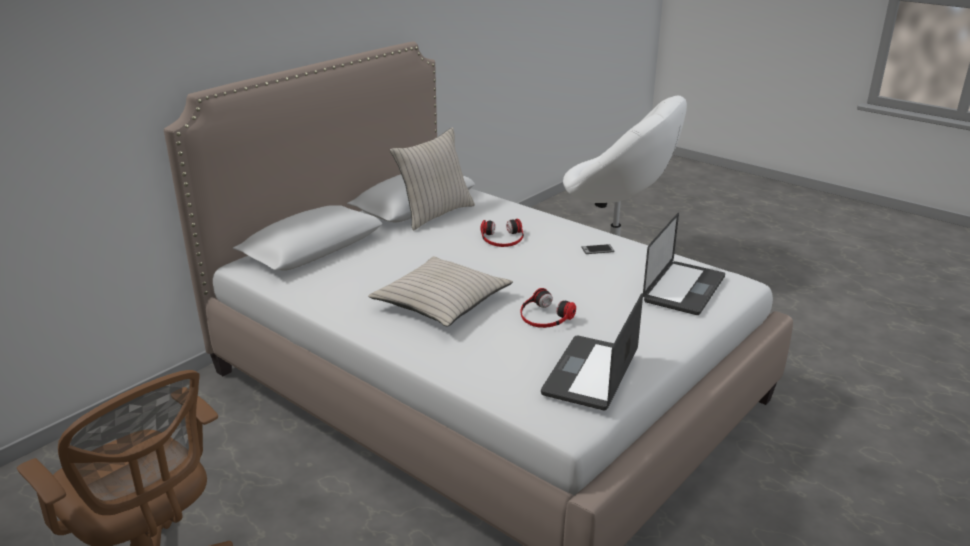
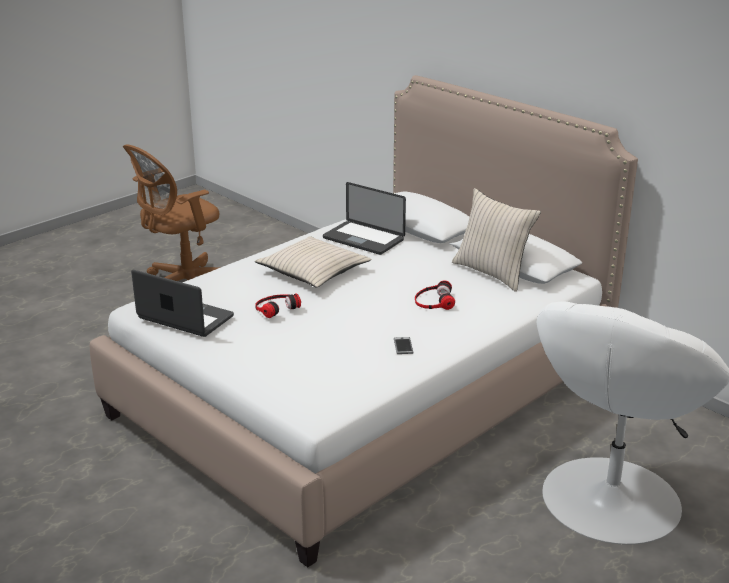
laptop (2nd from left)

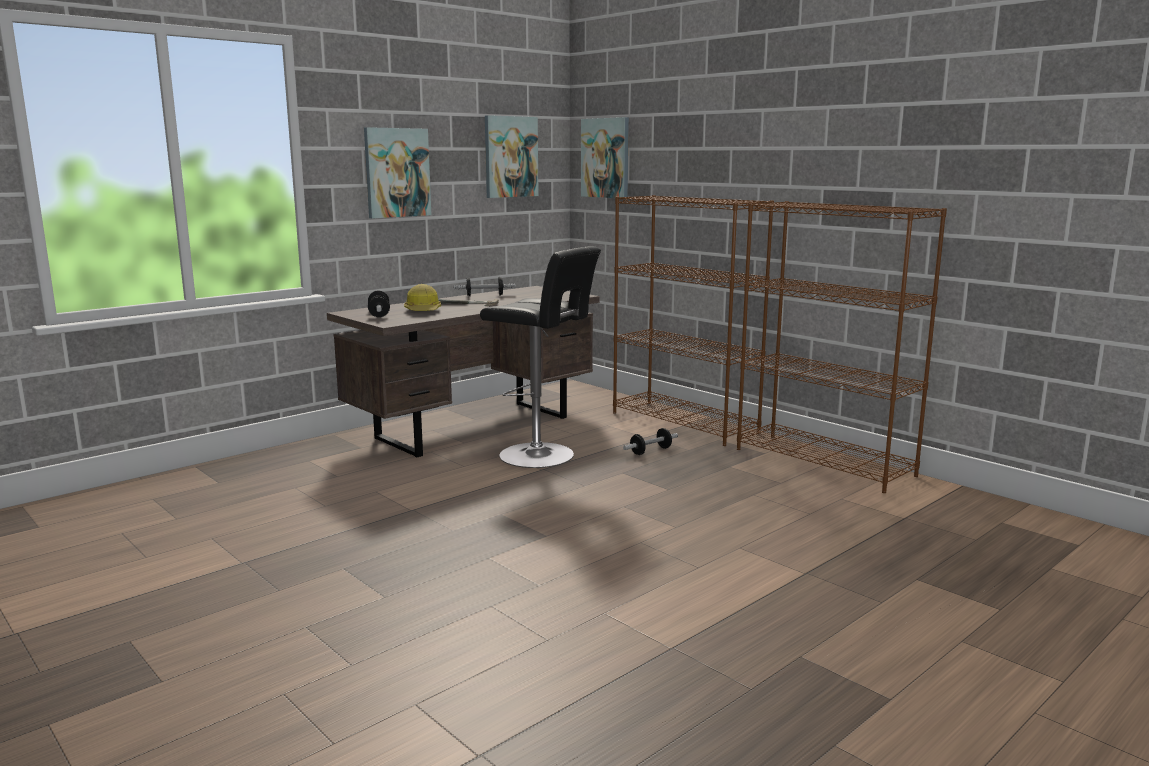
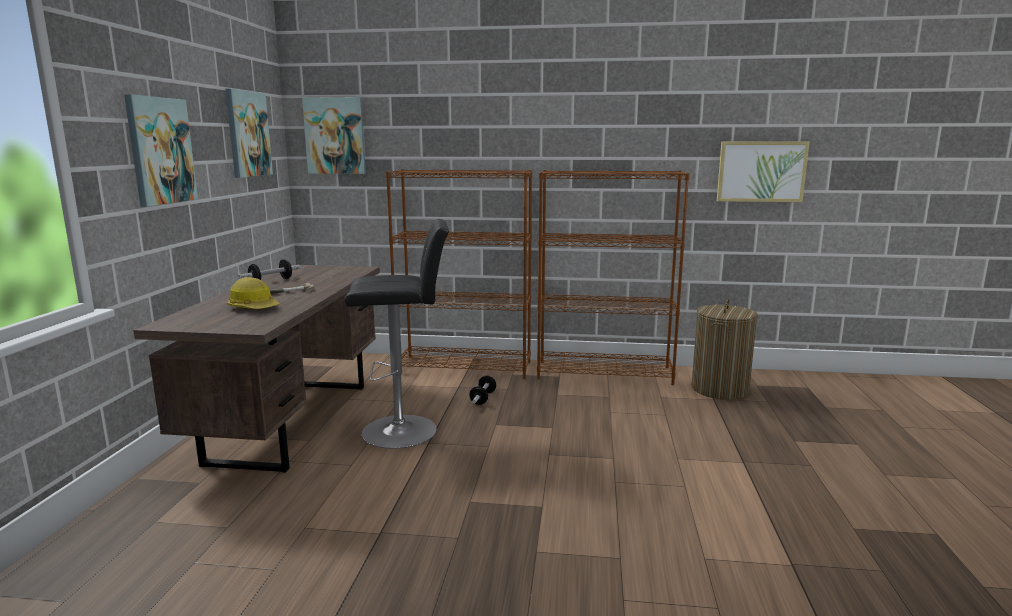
hantel (1st from left in the first image)
obraz (4th from left)
kosz na pranie

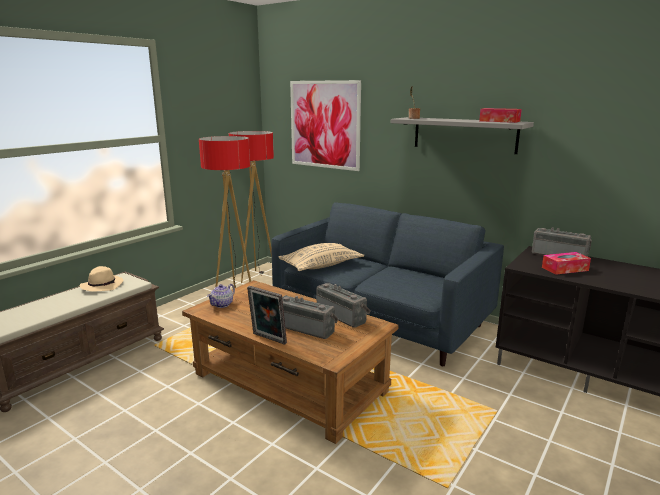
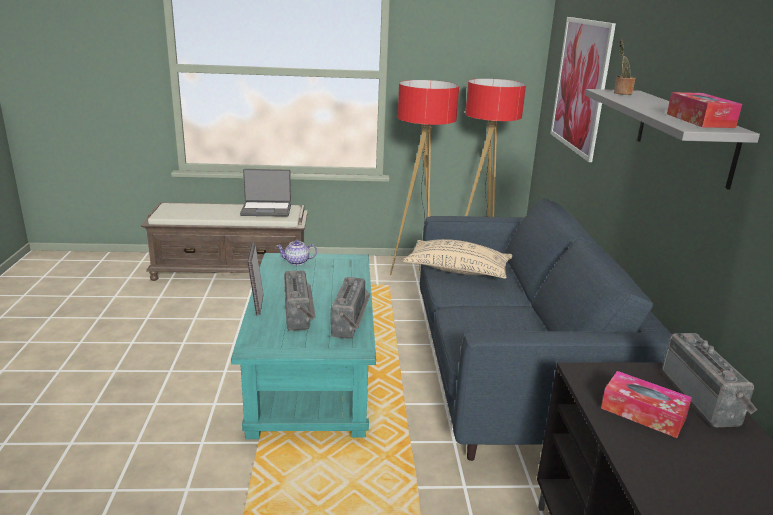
laptop
ława [turkusowy]

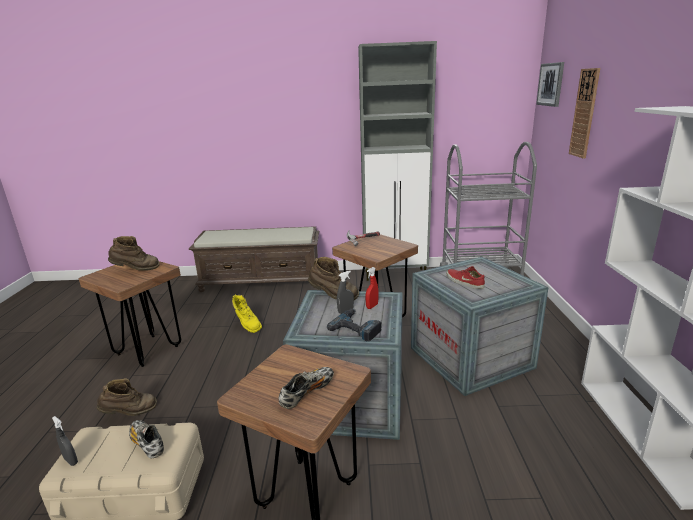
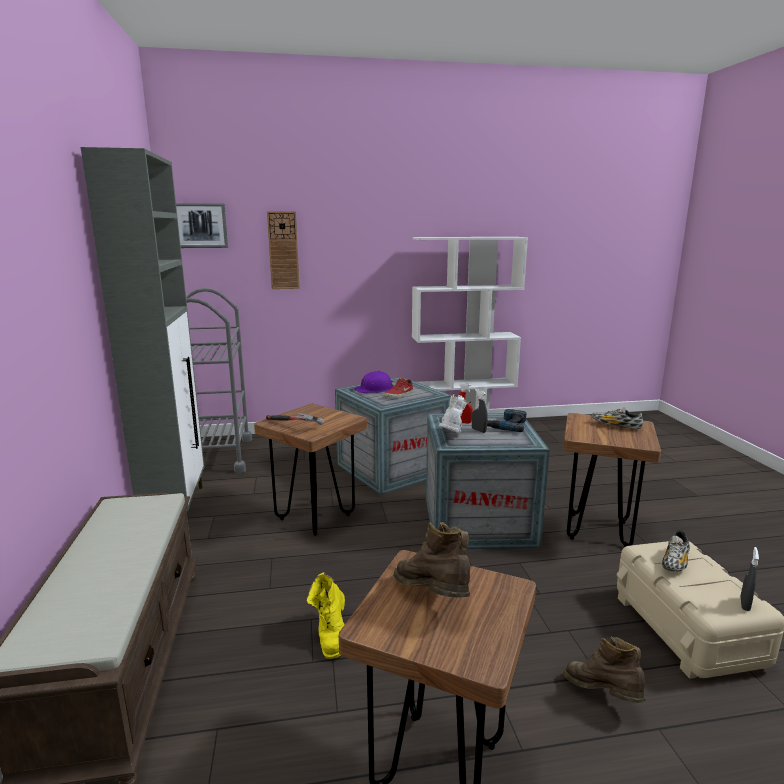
but z cholewką [biały]
but z cholewką [żółty]
kask [fioletowy]

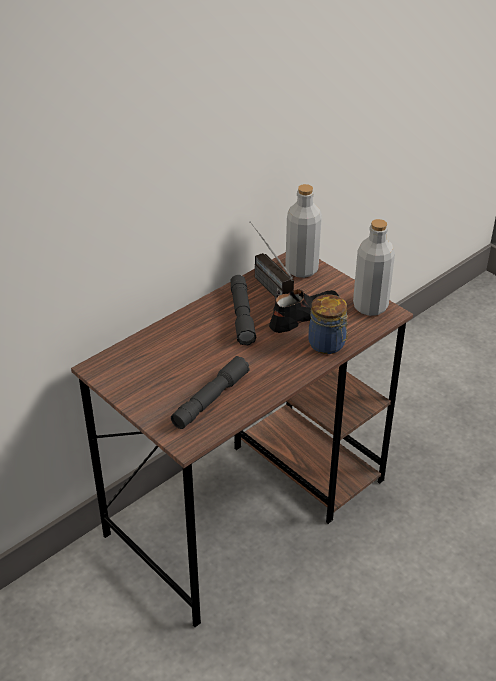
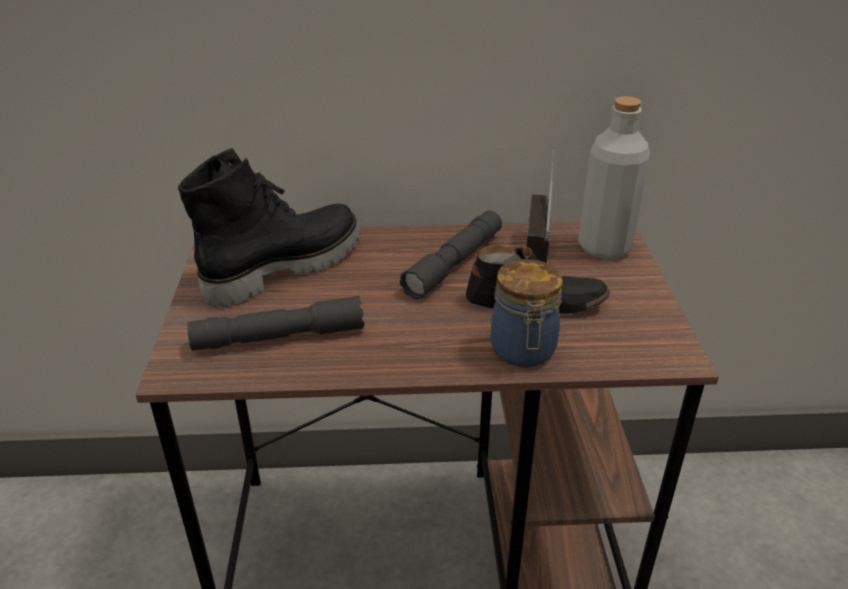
butelka [szary] (2nd from left in the first image)
but z cholewką [czarny]

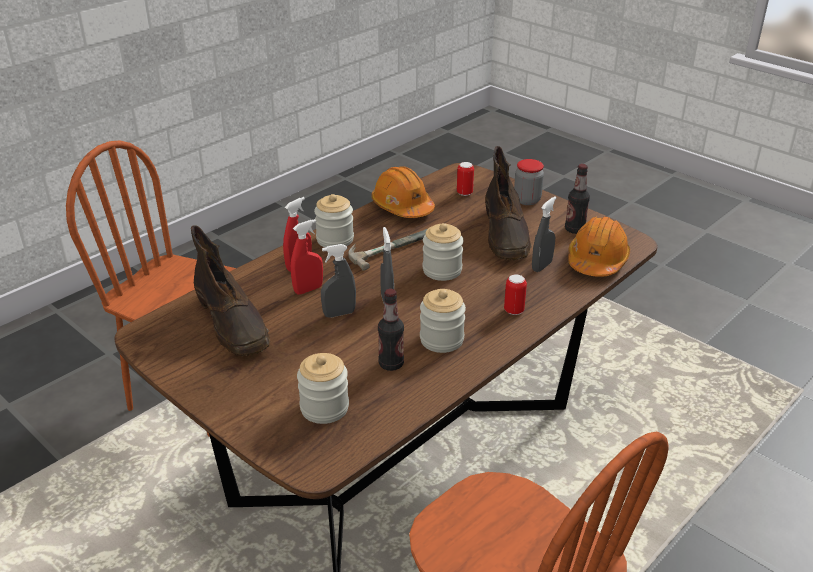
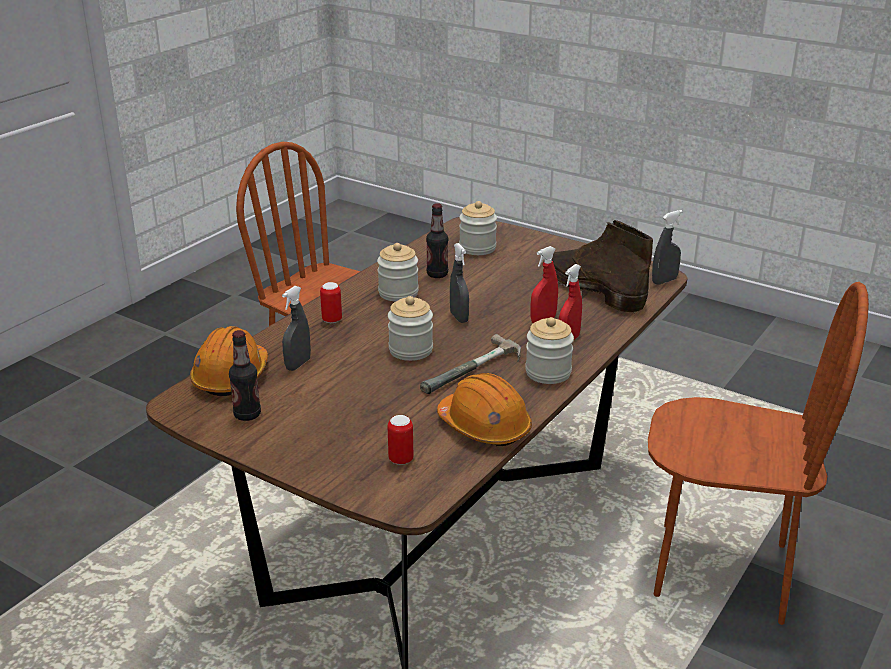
but z cholewką [brązowy] (2nd from left in the first image)
słoik (5th from left in the first image)
spryskiwacz [szary] (3rd from left)

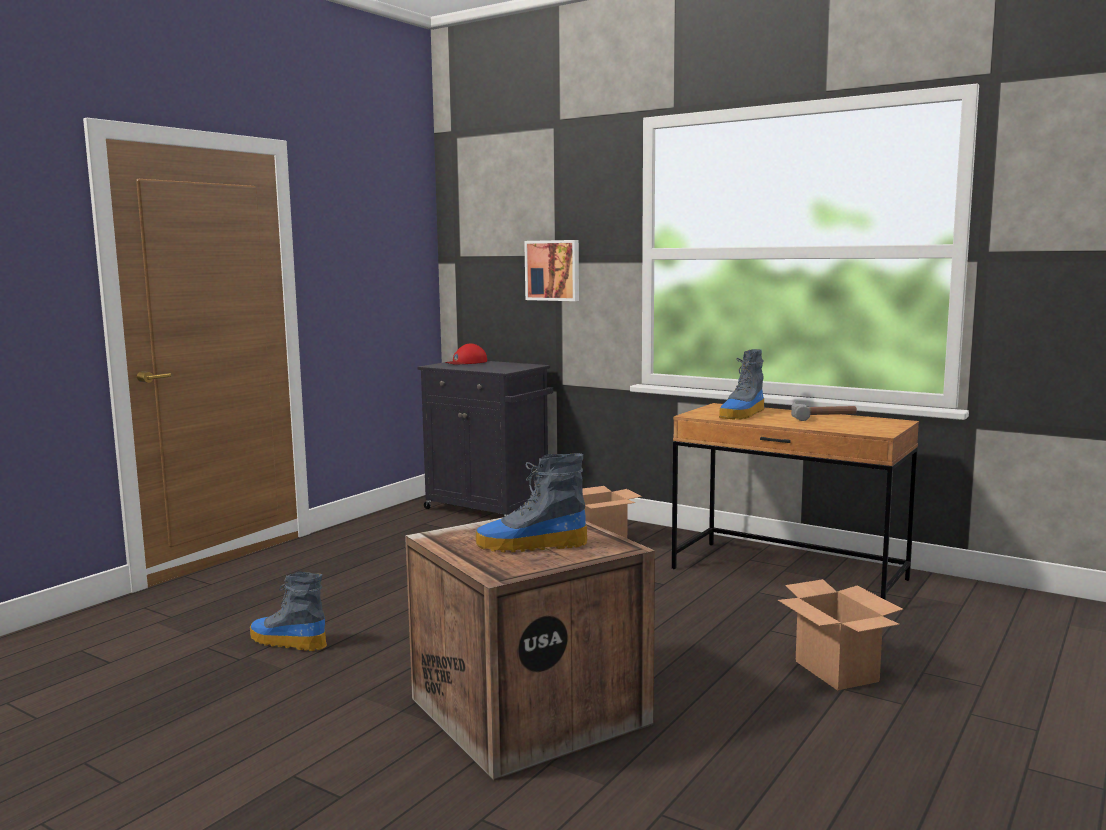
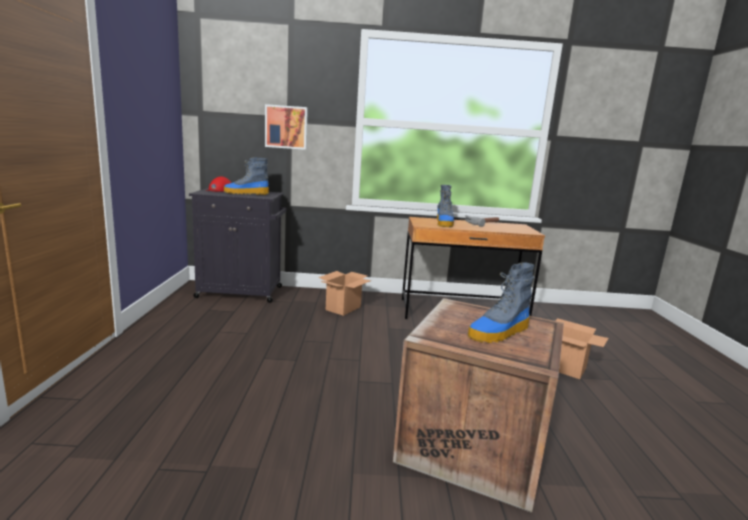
but z cholewką (1st from left)

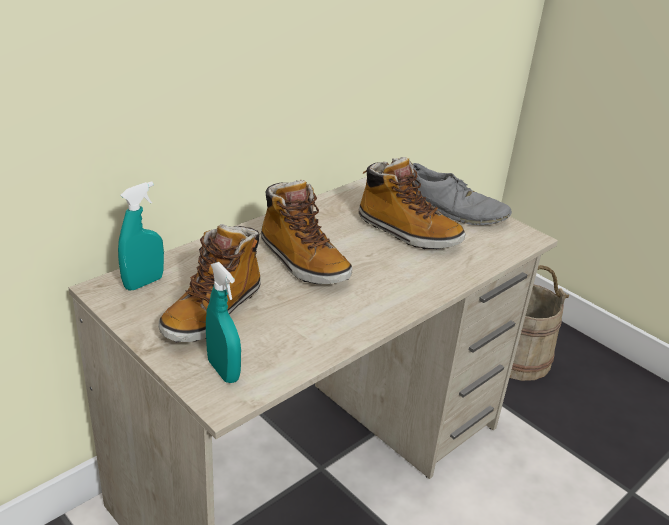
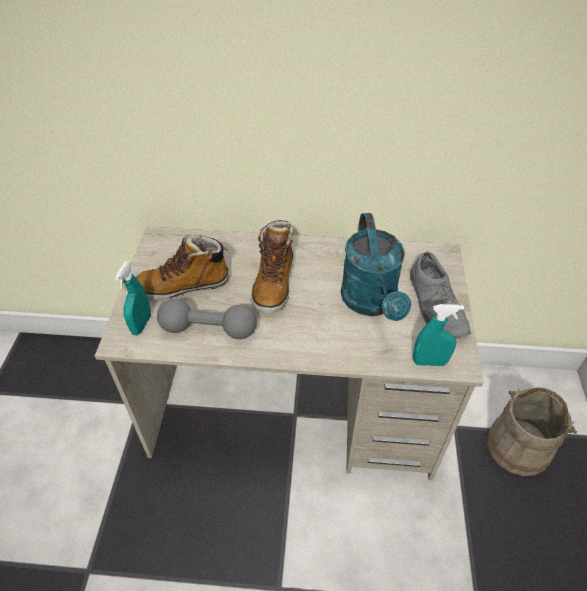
konewka [turkusowy]
spryskiwacz [turkusowy] (2nd from left)
hantel [szary]

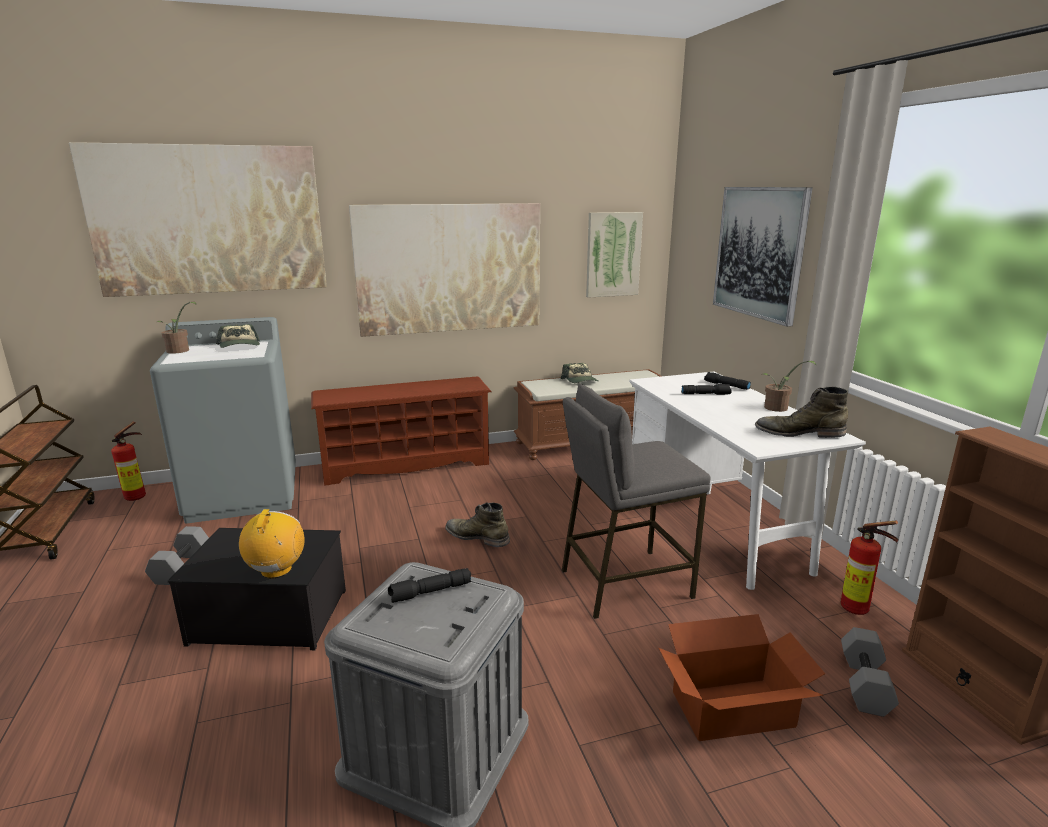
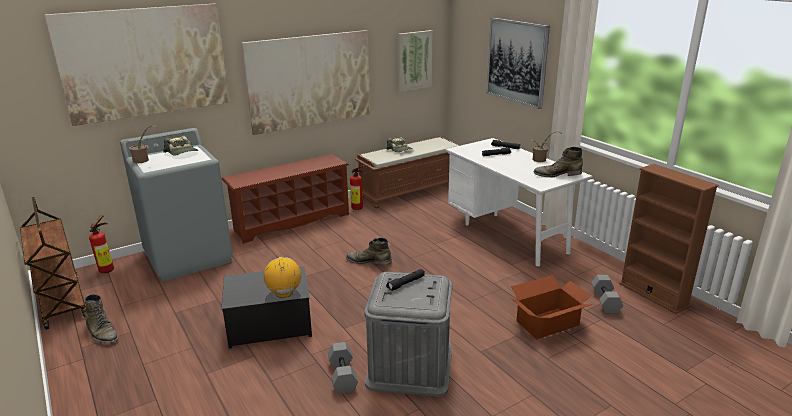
stołek [szary]
gaśnica (2nd from left)
hantel [szary] (1st from left)
but z cholewką [zielony] (1st from left)

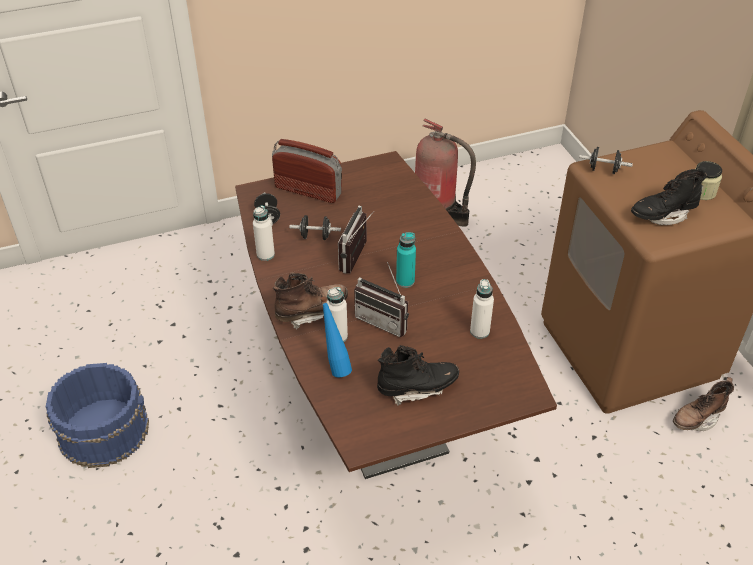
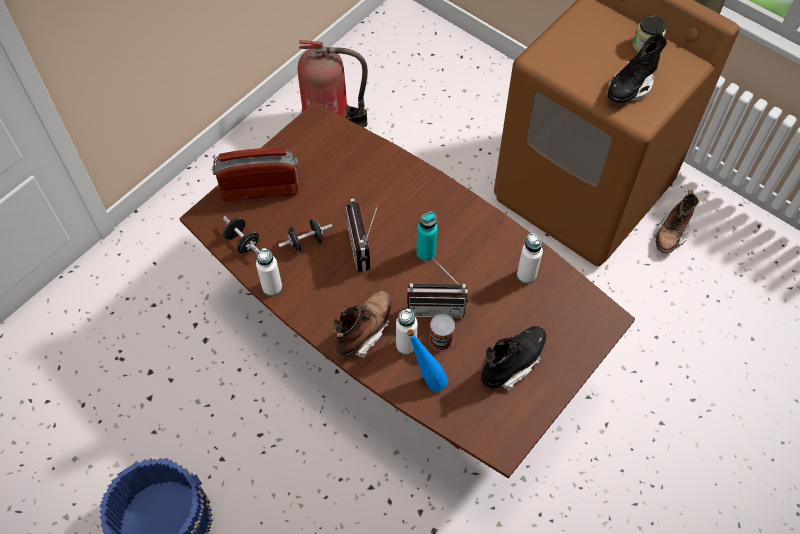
hantel [czarny] (3rd from left in the first image)
puszka

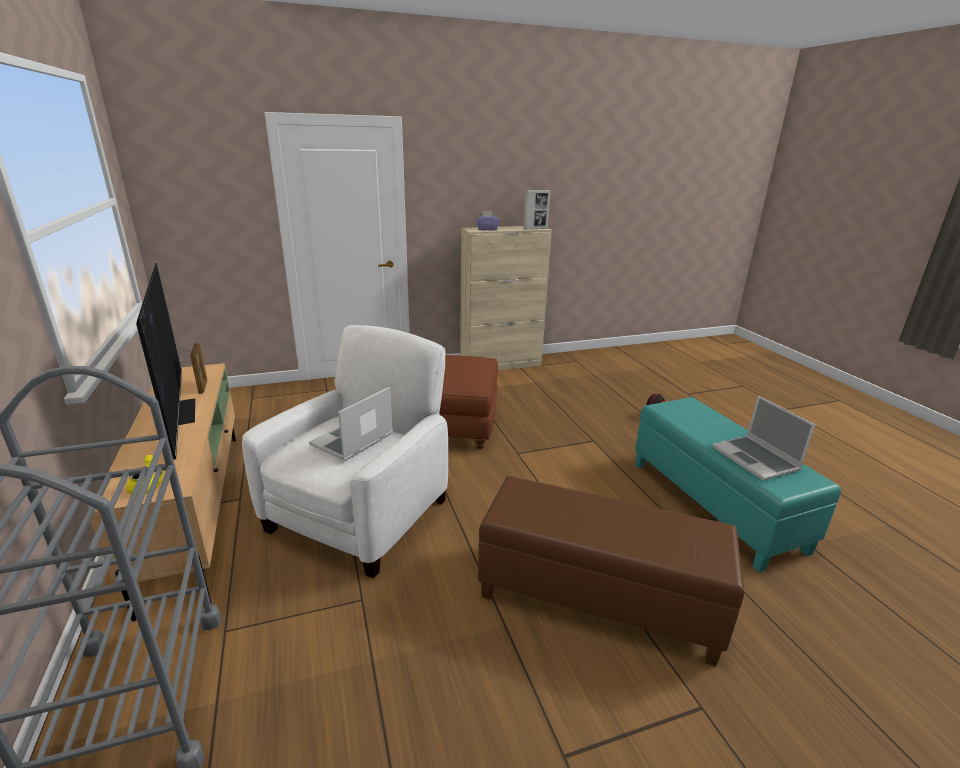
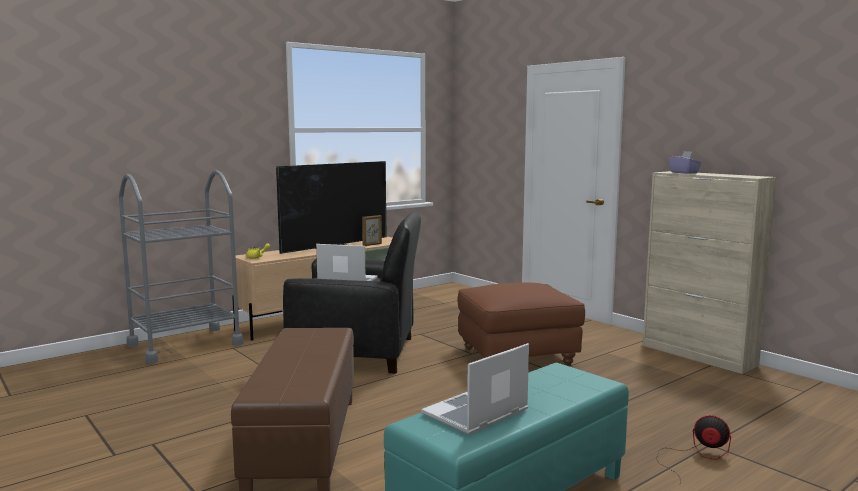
ramka na zdjęcie (2nd from left in the first image)
fotel [czarny]

